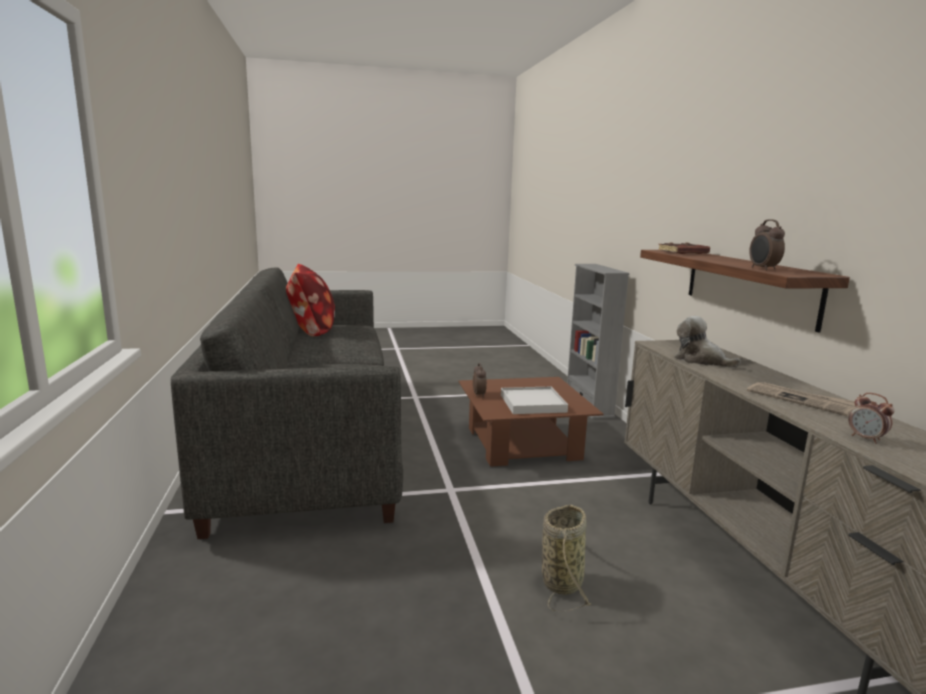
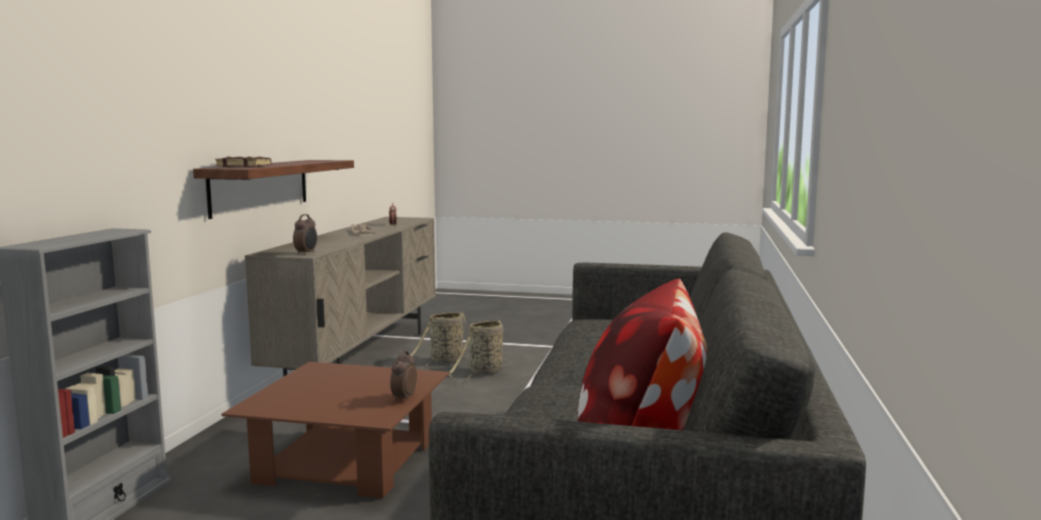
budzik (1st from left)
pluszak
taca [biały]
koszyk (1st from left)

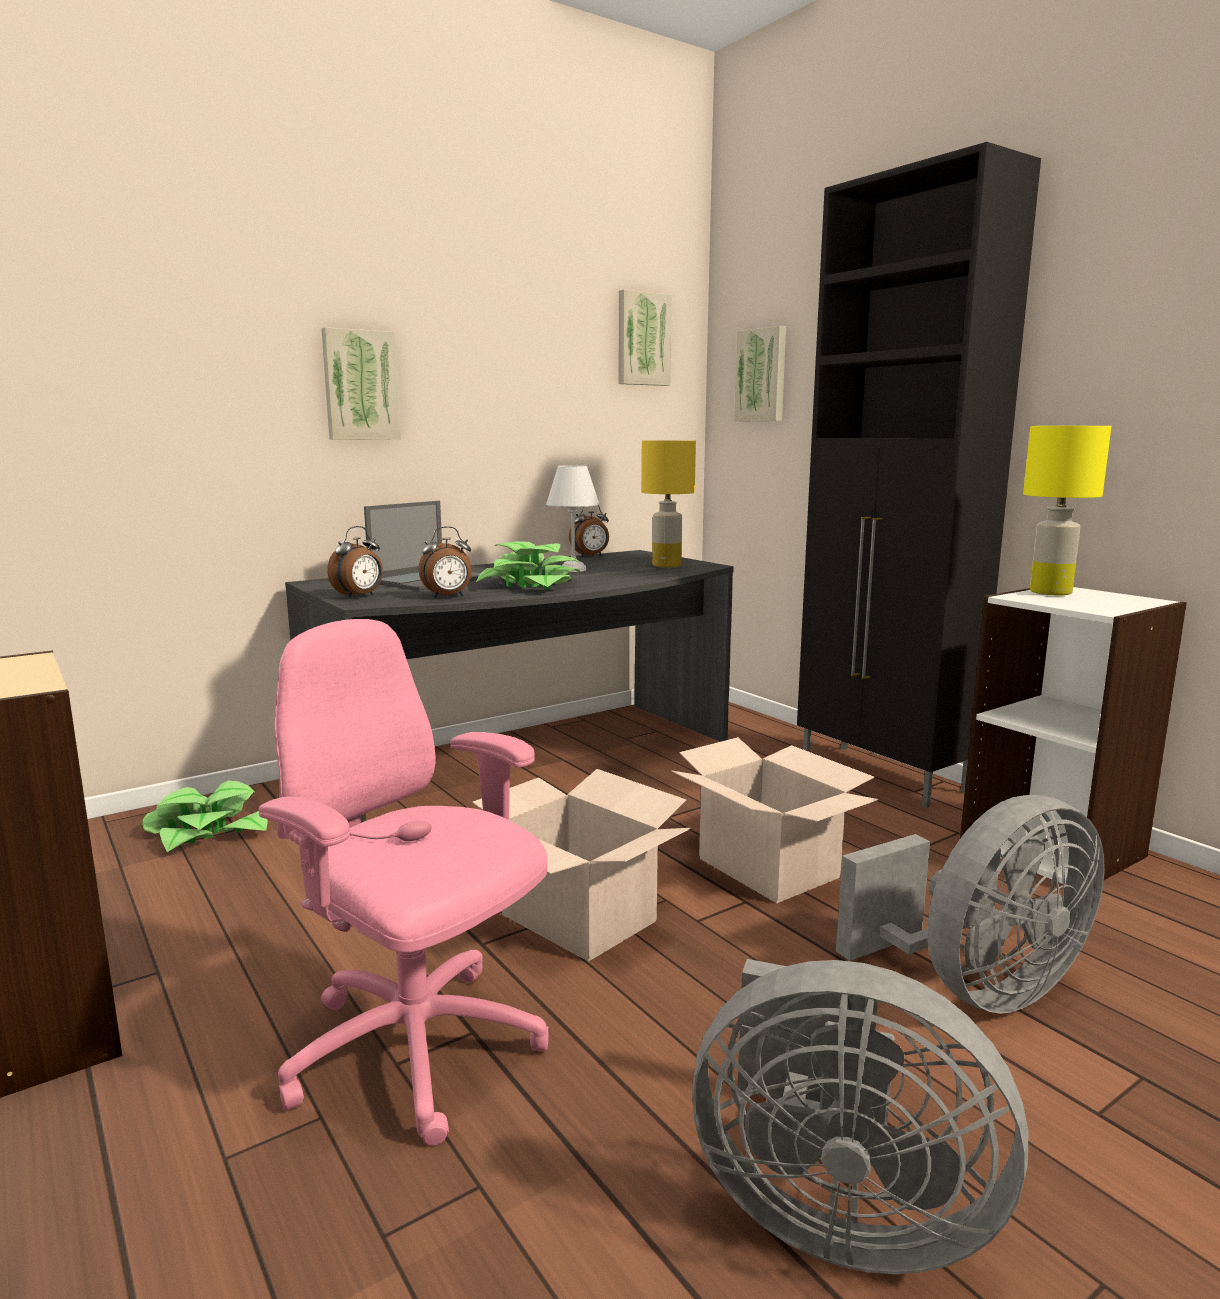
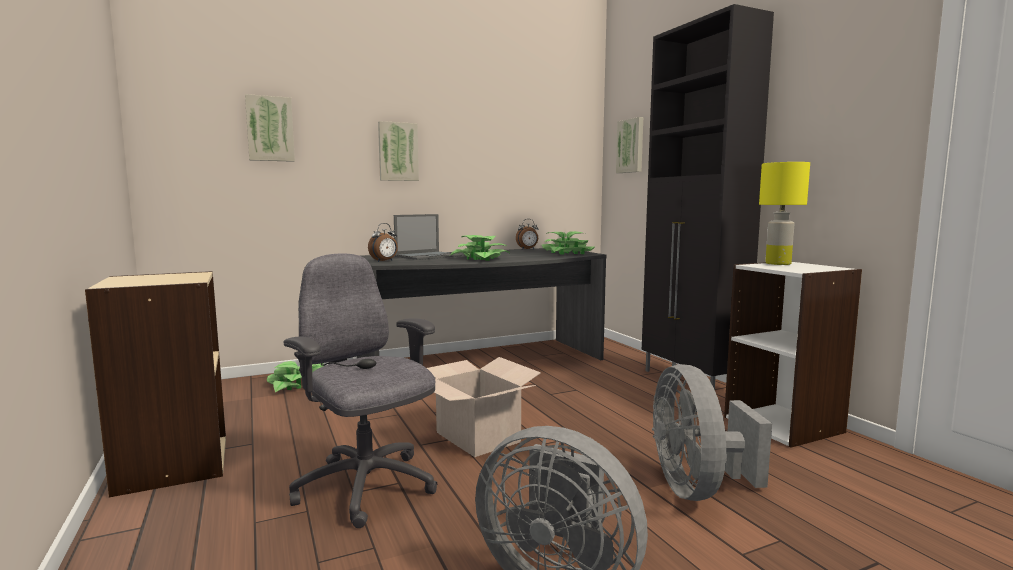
obraz (1st from left)
roślina doniczkowa (3rd from left)
lampa stołowa [biały]
budzik (2nd from left in the first image)
krzesło biurowe [szary]
karton (2nd from left in the first image)
wentylator [szary] (2nd from left)

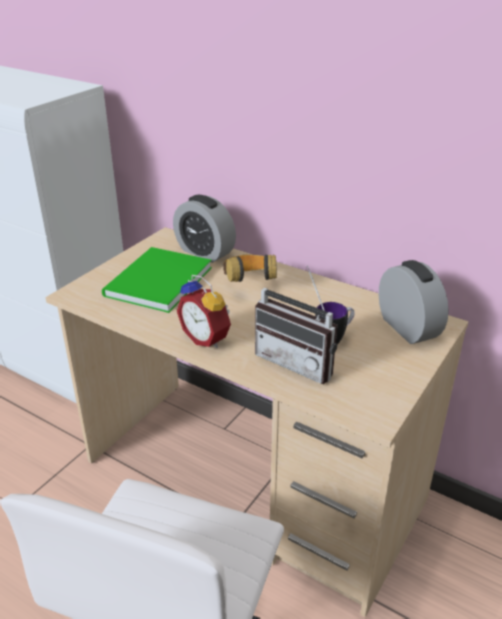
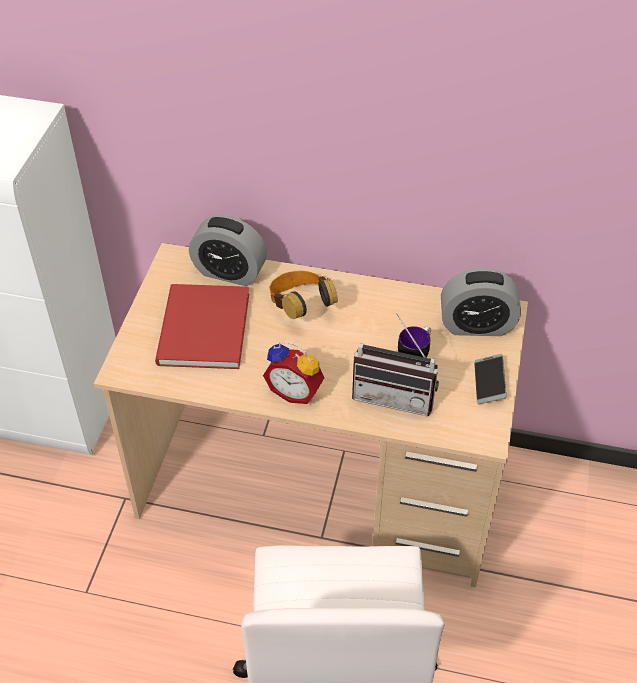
książka [czerwony]
budzik (3rd from left)
telefon

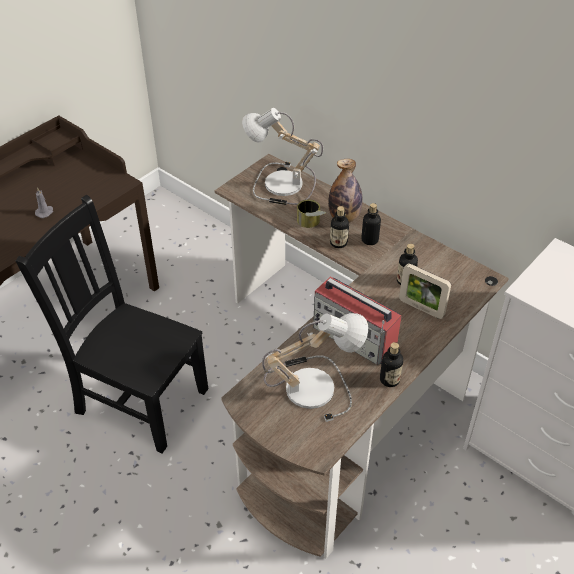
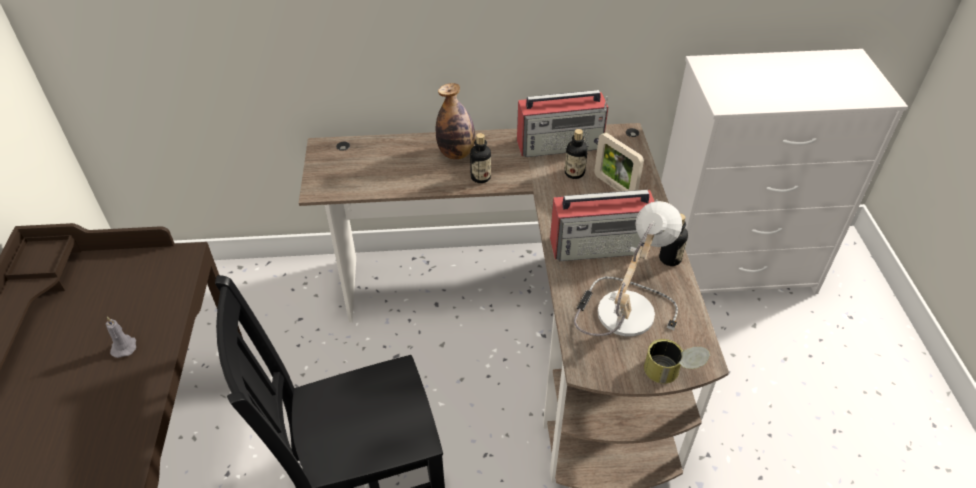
lampa stołowa (1st from left in the first image)
puszka
butelka (3rd from left in the first image)
ramka na zdjęcie
radio (1st from left)

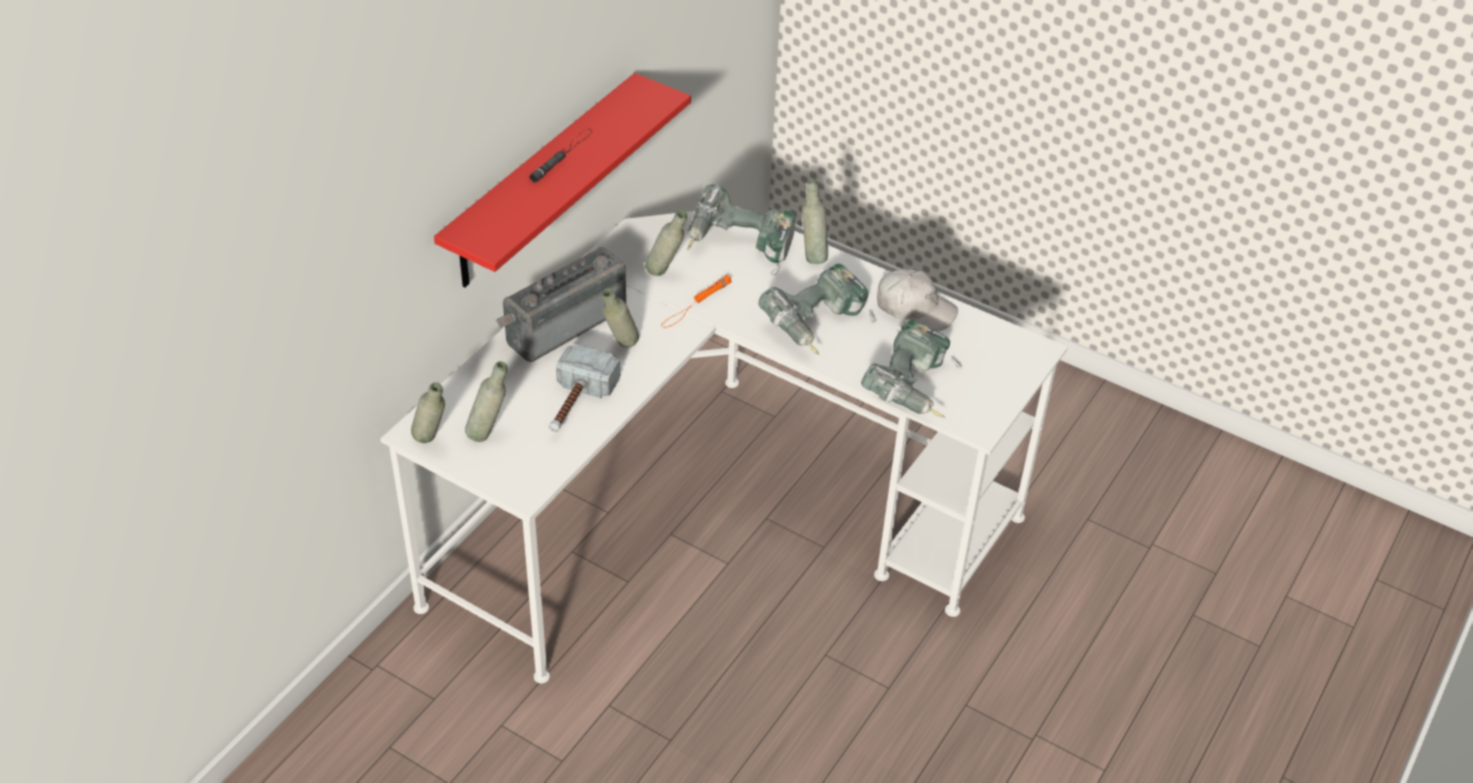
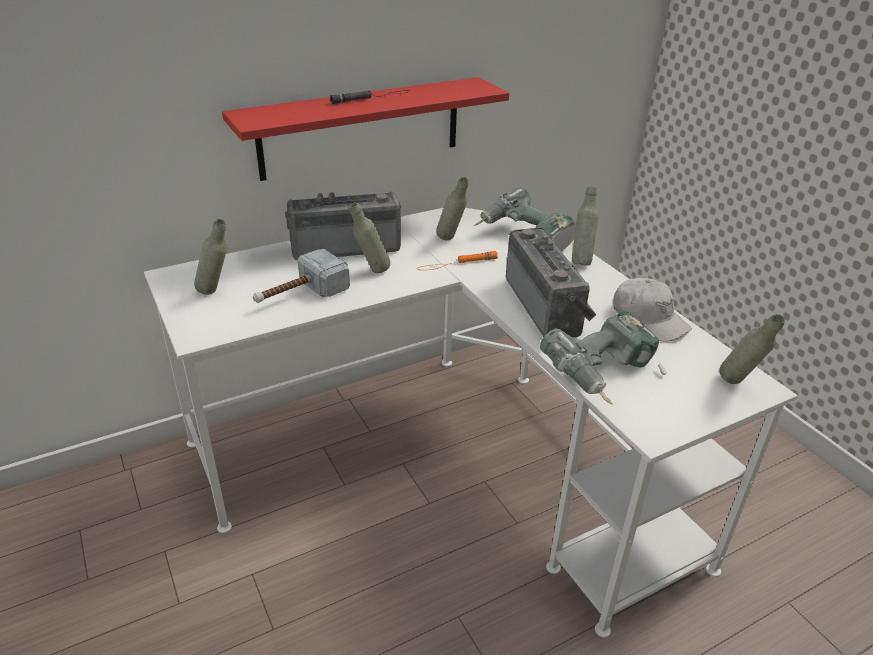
radio (2nd from left)
butelka [szary] (5th from left)

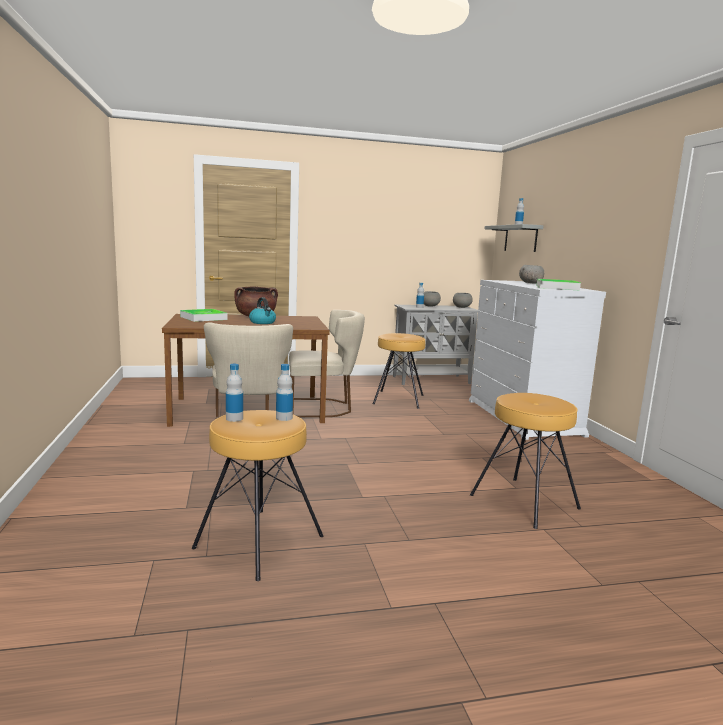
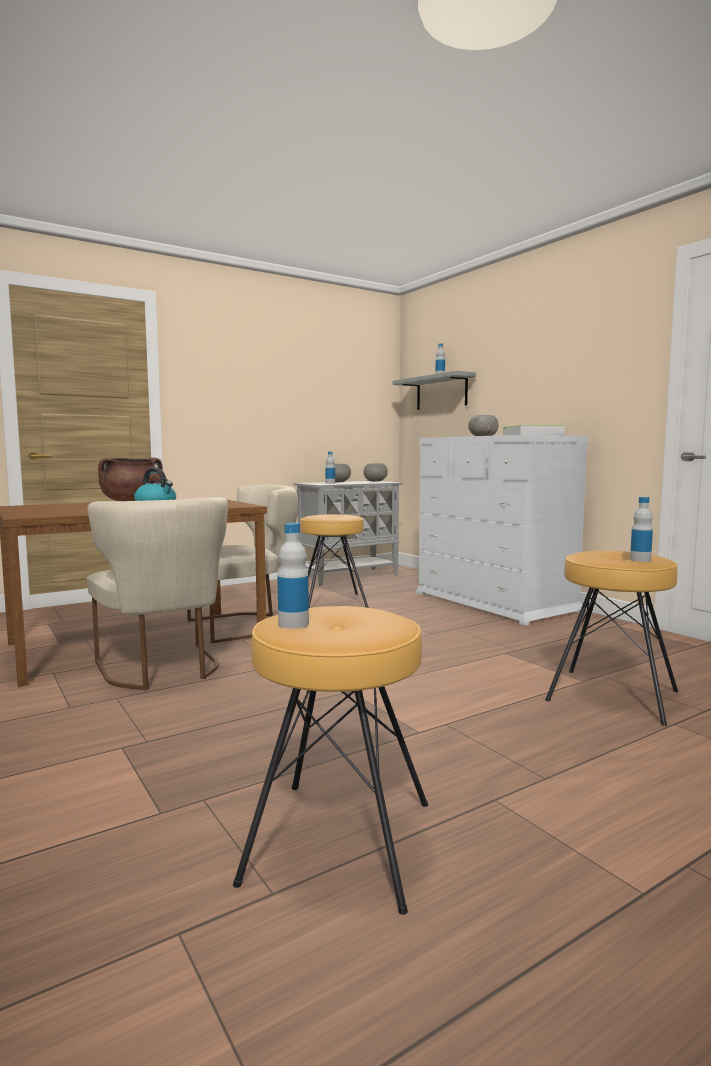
taca (1st from left in the first image)
butelka (4th from left)

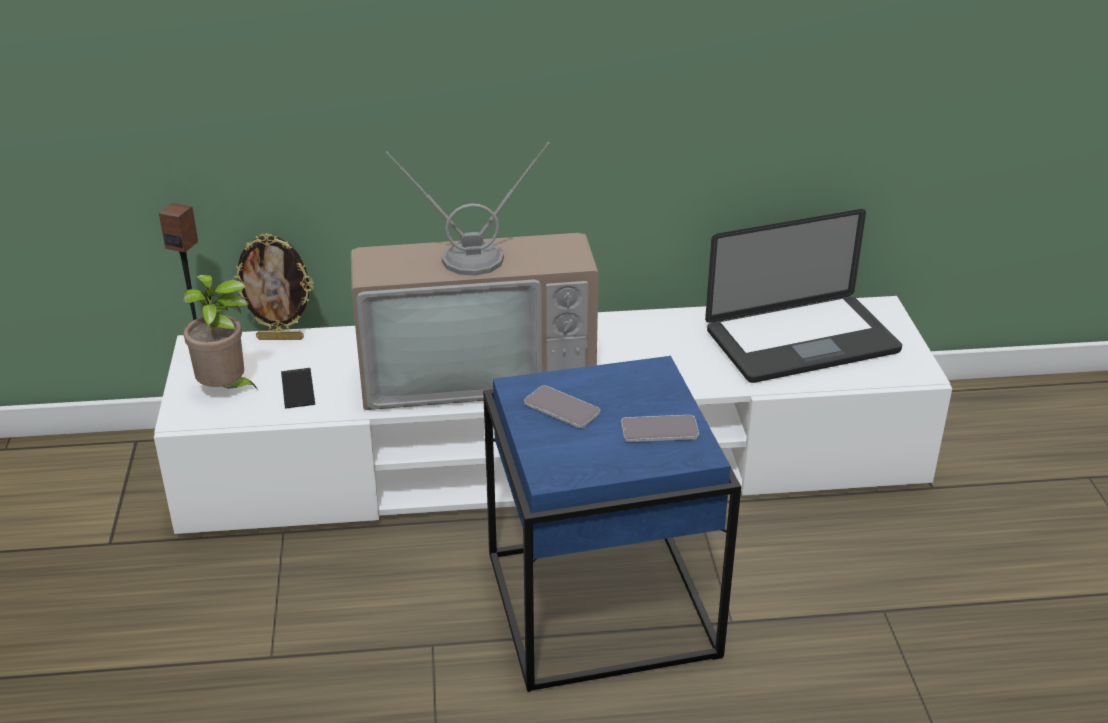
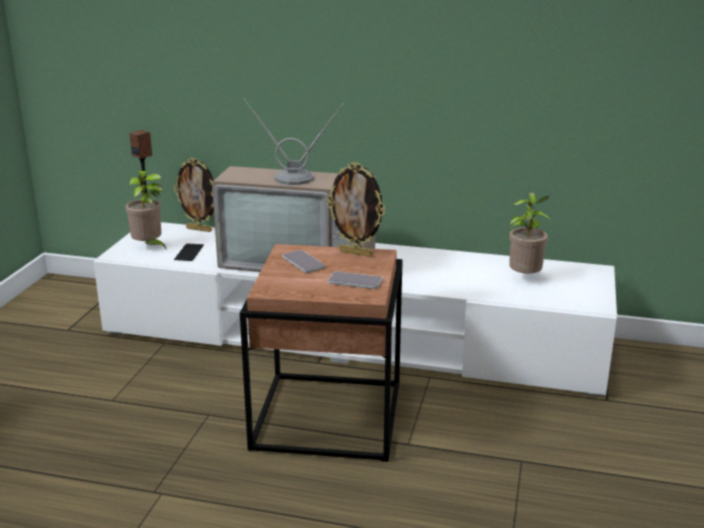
roślina doniczkowa (2nd from left)
stolik [brązowy]
ramka na zdjęcie (2nd from left)

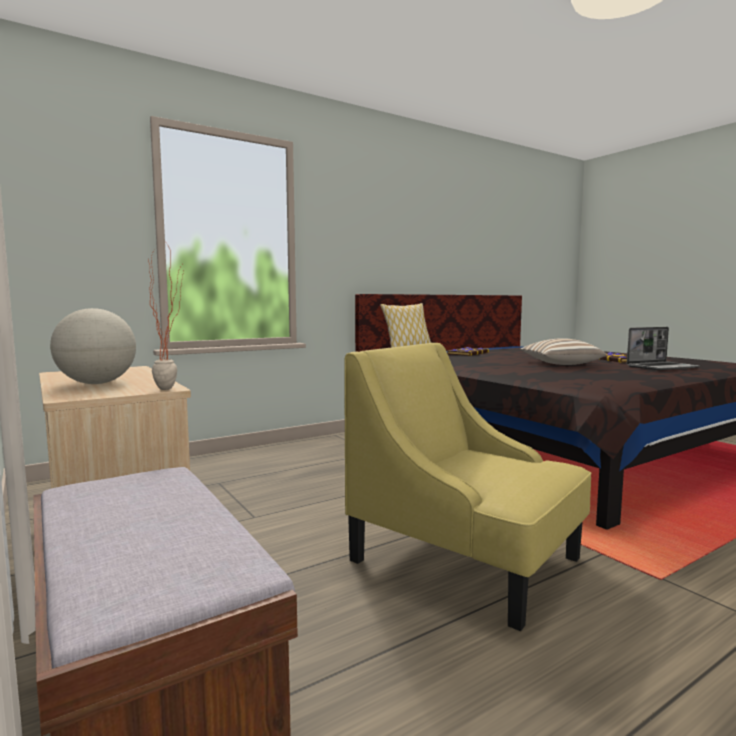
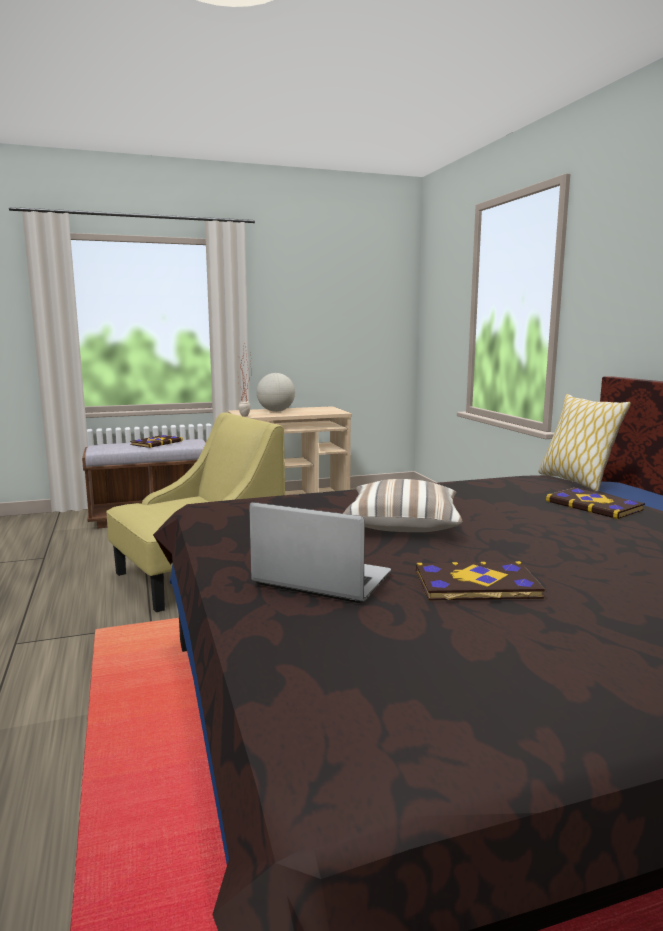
laptop
książka (1st from left)

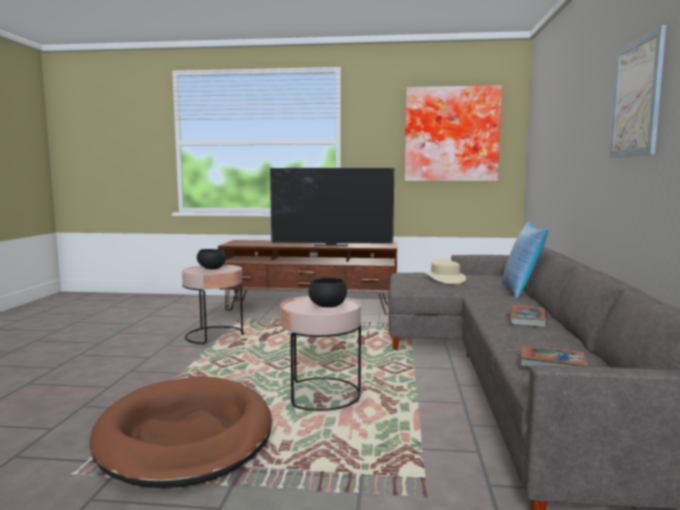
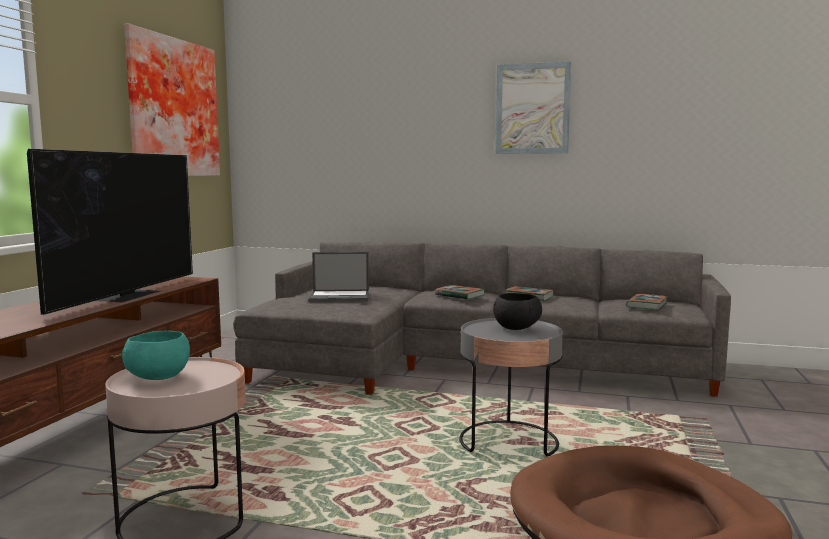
poduszka
miska [turkusowy]
laptop
stolik [szary]
książka (1st from left)

